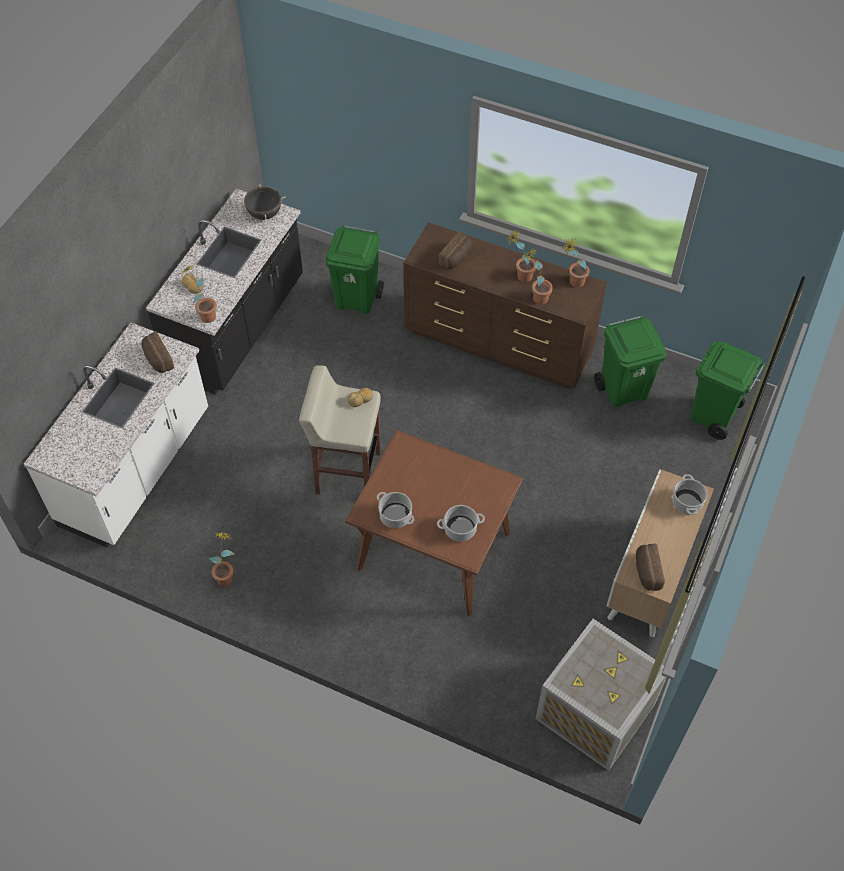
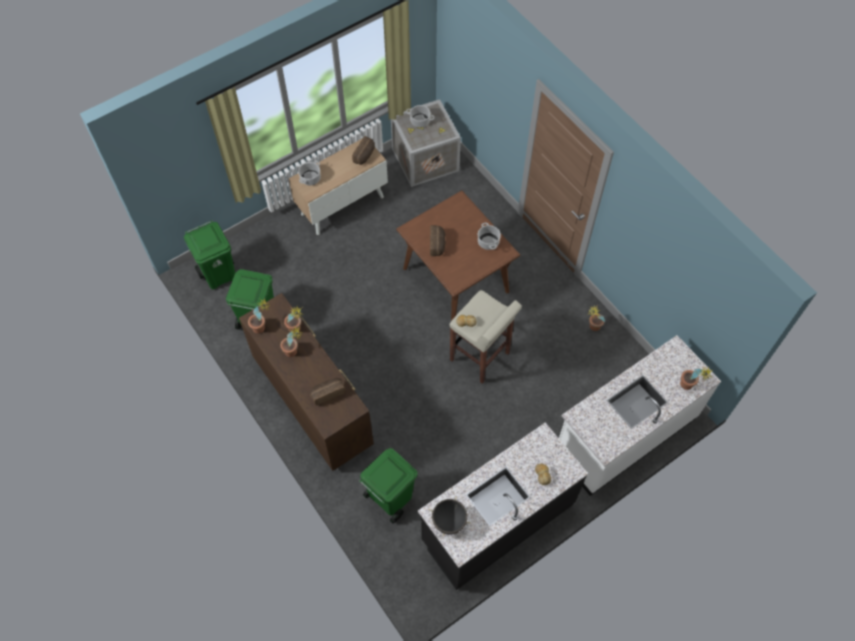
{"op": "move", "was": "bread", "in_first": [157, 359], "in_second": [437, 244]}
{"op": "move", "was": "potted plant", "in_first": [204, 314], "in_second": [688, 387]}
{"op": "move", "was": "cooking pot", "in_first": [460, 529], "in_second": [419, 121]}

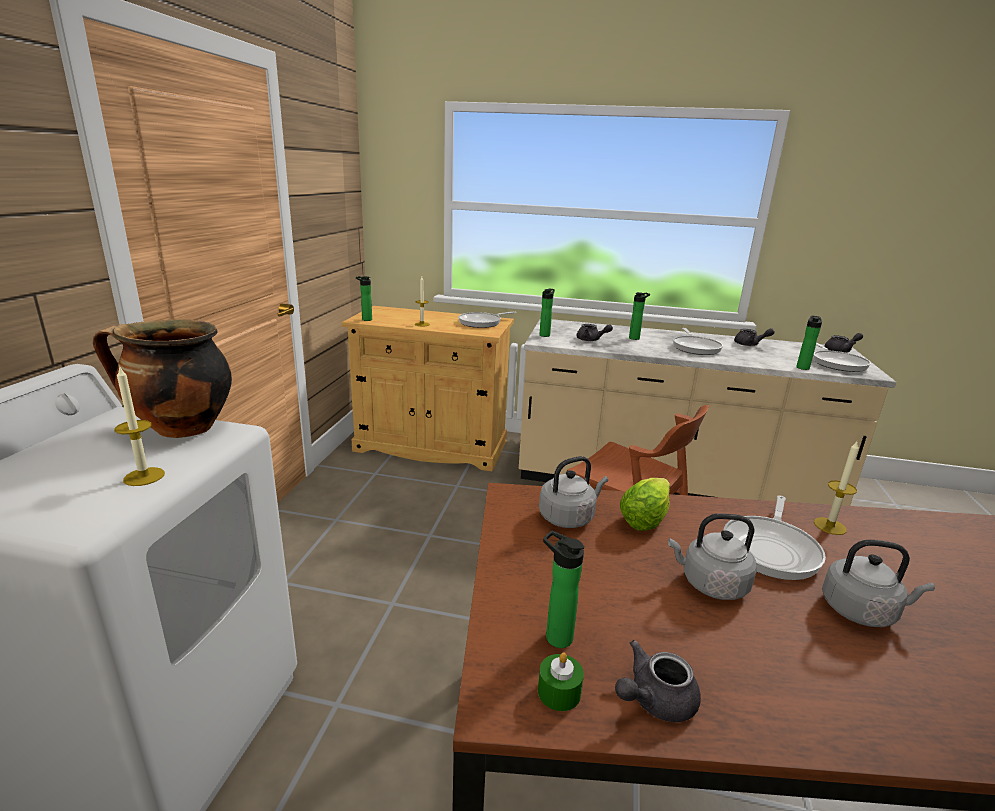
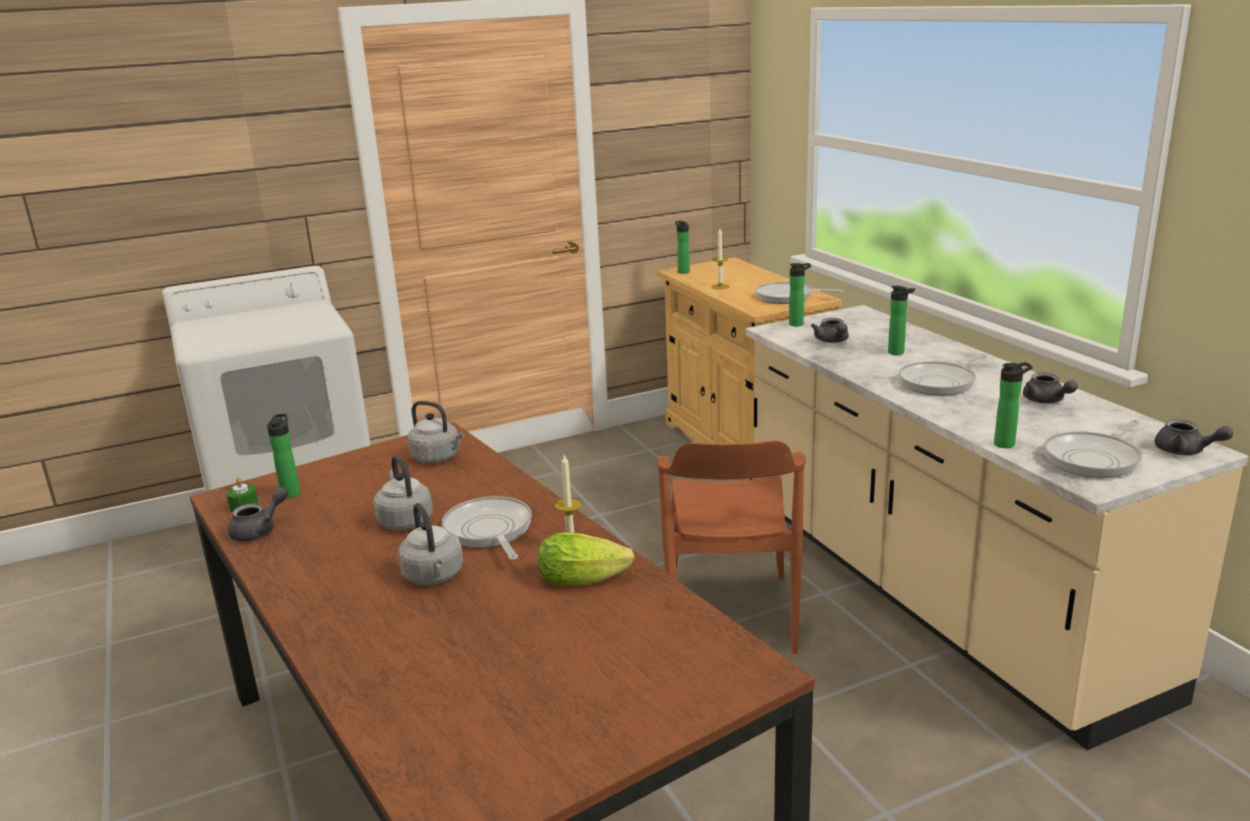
{"op": "delete", "was": "cooking pot", "in_first": [181, 429]}
{"op": "delete", "was": "candle", "in_first": [144, 476]}
{"op": "move", "was": "lettuce", "in_first": [647, 516], "in_second": [587, 579]}
{"op": "rotate", "was": "grey teapot", "in_first": [654, 700], "in_second": [260, 530], "clockwise": 105}
{"op": "rotate", "was": "frying pan", "in_first": [771, 549], "in_second": [489, 531], "clockwise": 75}

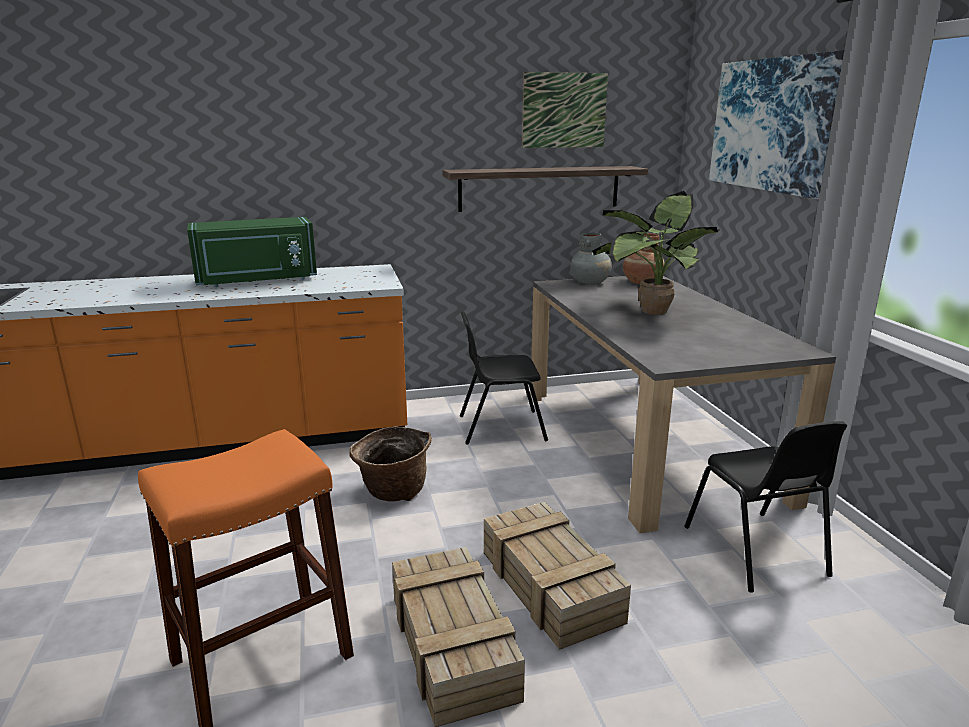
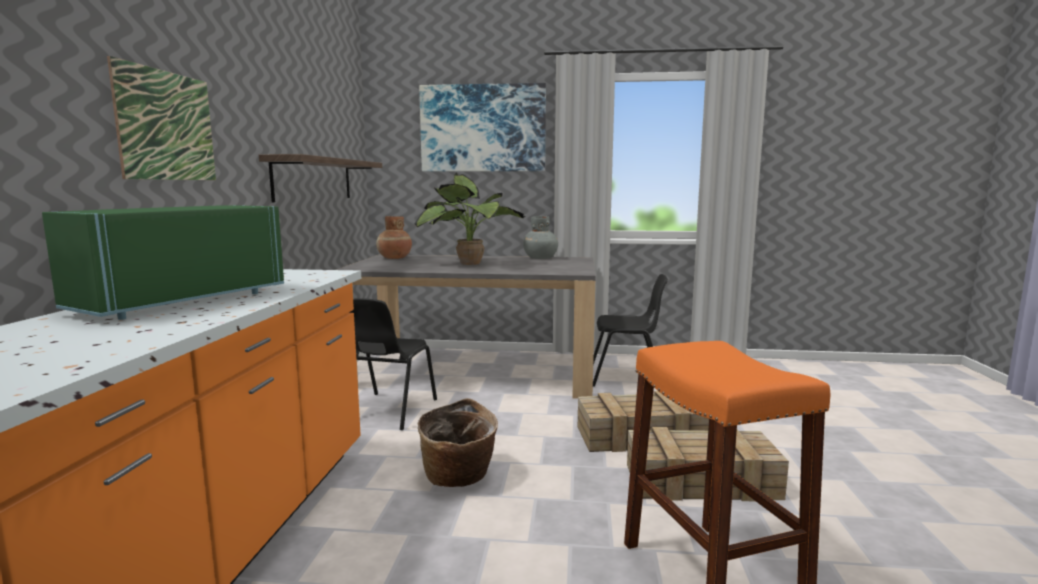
{"op": "move", "was": "picture", "in_first": [564, 110], "in_second": [167, 126]}
{"op": "move", "was": "grey vase", "in_first": [590, 282], "in_second": [540, 258]}
{"op": "rotate", "was": "green microwave", "in_first": [257, 281], "in_second": [177, 301], "clockwise": -150}

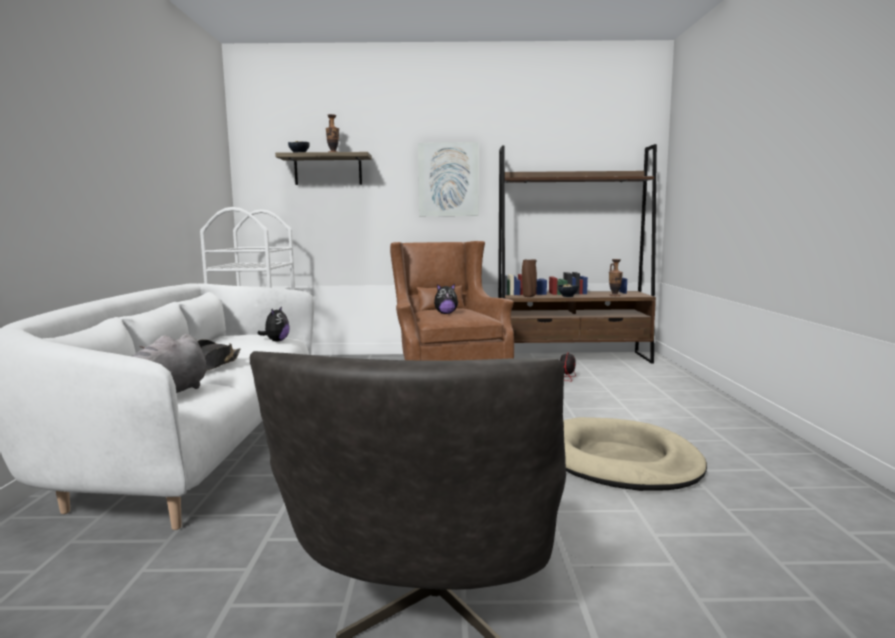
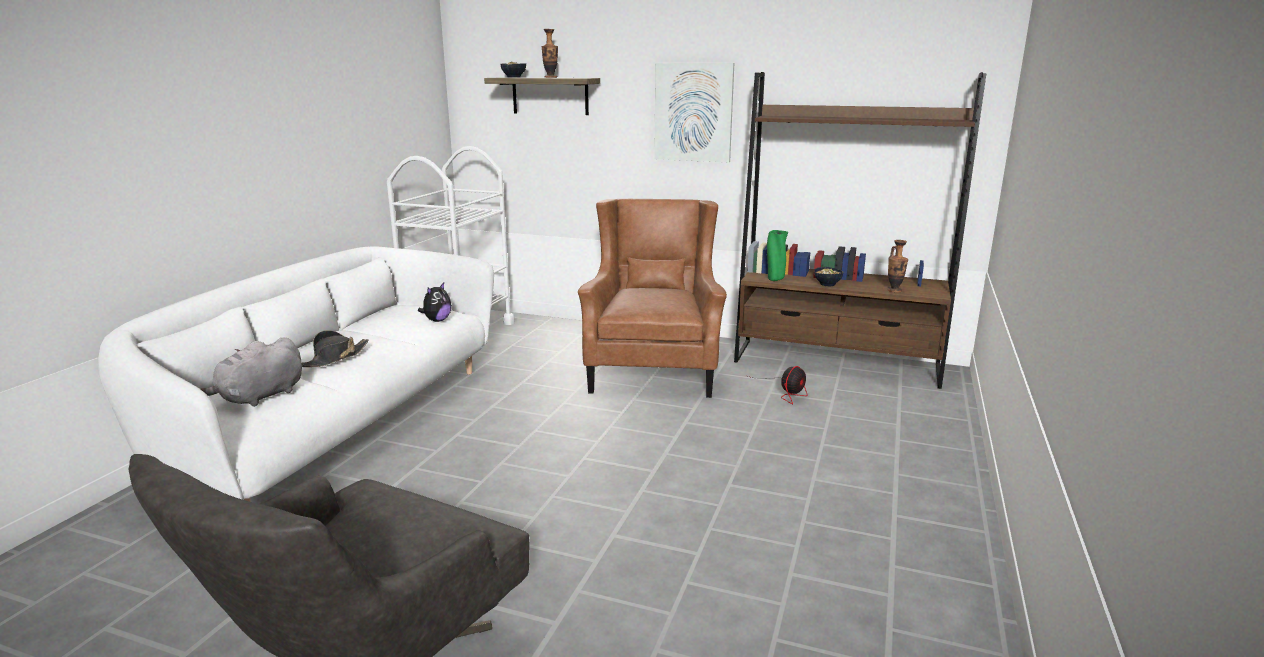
{"op": "delete", "was": "plush toy", "in_first": [445, 313]}
{"op": "delete", "was": "beige dog bed", "in_first": [620, 460]}
{"op": "recolor", "was": "brown vase", "now": "green vase", "in_first": [529, 296], "in_second": [775, 279]}

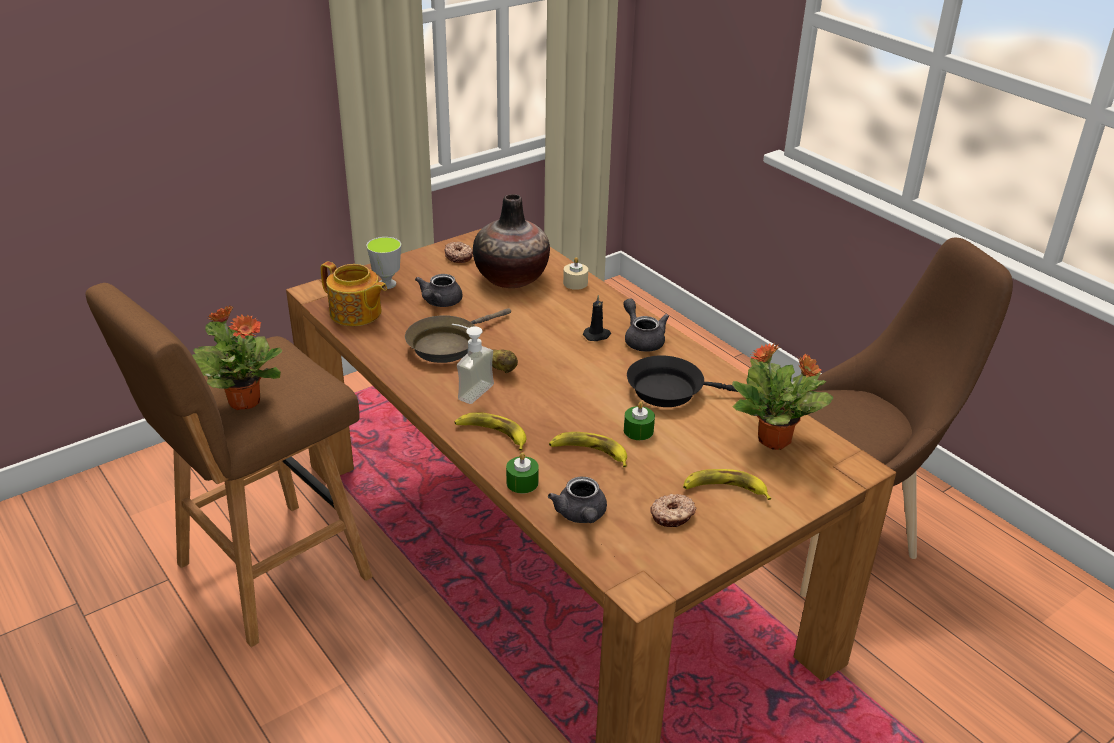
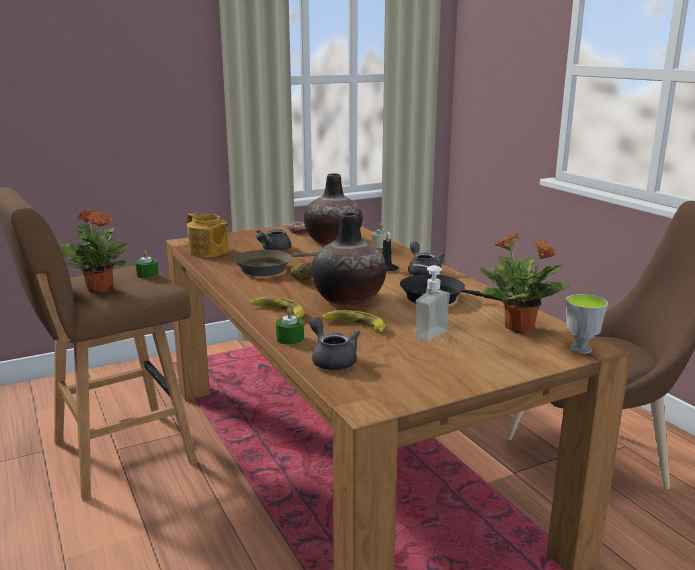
{"op": "delete", "was": "donut", "in_first": [672, 516]}
{"op": "delete", "was": "banana", "in_first": [724, 489]}
{"op": "insert", "now": "vase", "in_second": [349, 298]}
{"op": "move", "was": "cup", "in_first": [387, 284], "in_second": [581, 349]}
{"op": "move", "was": "soap dispenser", "in_first": [468, 389], "in_second": [424, 332]}
{"op": "move", "was": "green candle", "in_first": [638, 431], "in_second": [147, 274]}
{"op": "rotate", "was": "grey teapot", "in_first": [581, 516], "in_second": [332, 360], "clockwise": 150}

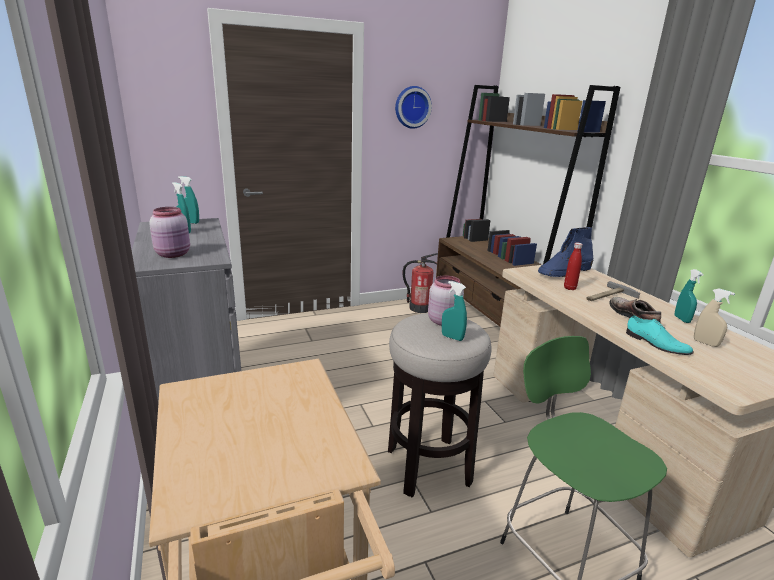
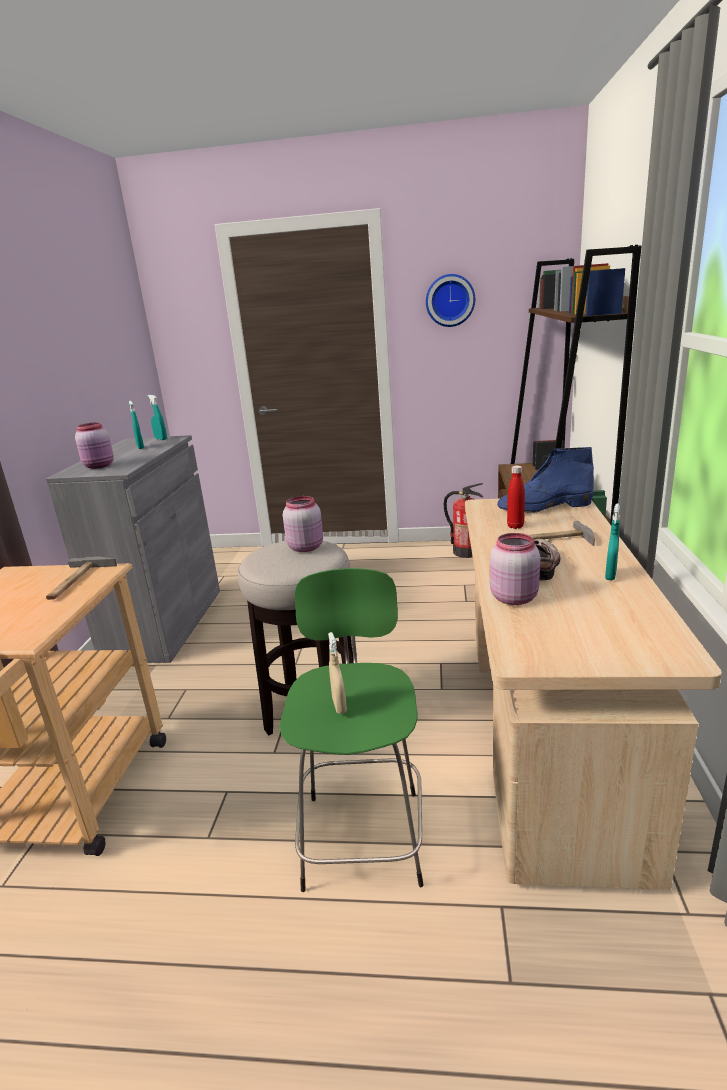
{"op": "delete", "was": "turquoise spray bottle", "in_first": [452, 337]}
{"op": "insert", "now": "hammer", "in_second": [76, 581]}
{"op": "move", "was": "beige spray bottle", "in_first": [705, 343], "in_second": [339, 706]}
{"op": "replace", "was": "turquoise shoe", "now": "pink jar", "in_first": [656, 343], "in_second": [514, 597]}

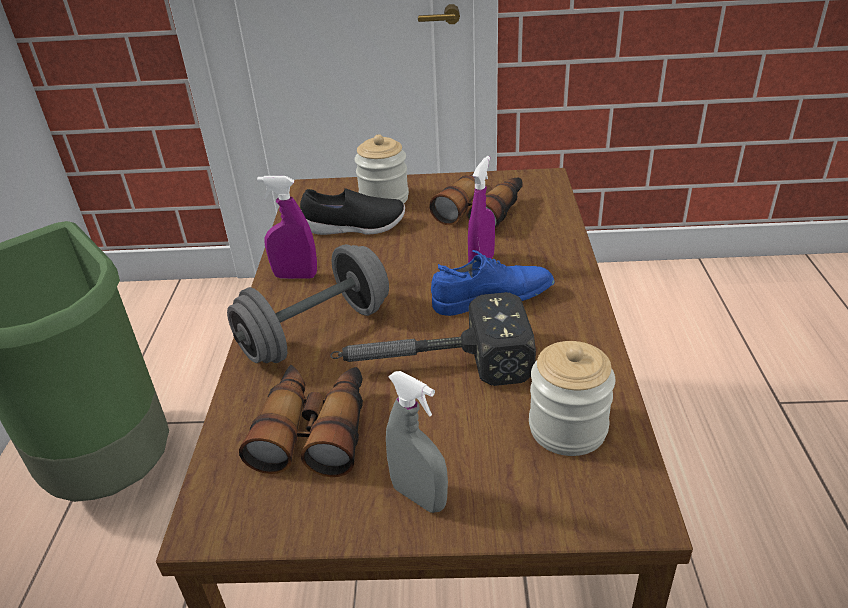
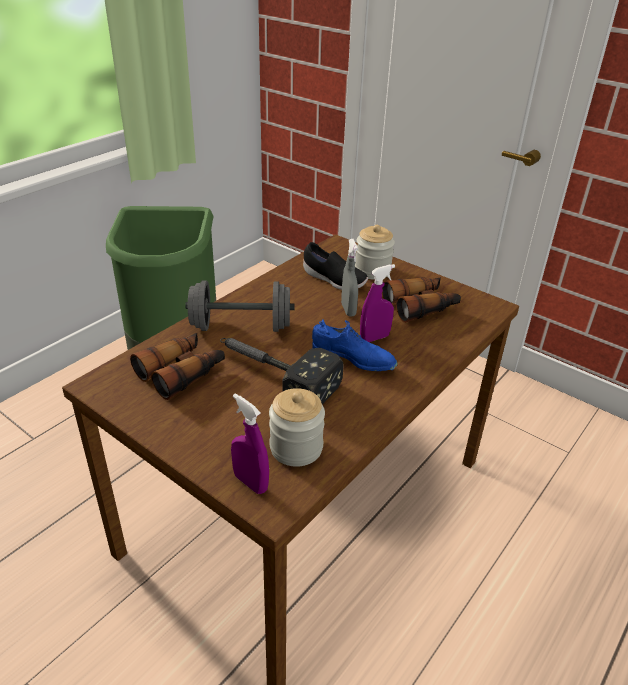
{"op": "move", "was": "purple spray bottle", "in_first": [295, 276], "in_second": [250, 482]}
{"op": "move", "was": "grey spray bottle", "in_first": [419, 496], "in_second": [348, 310]}

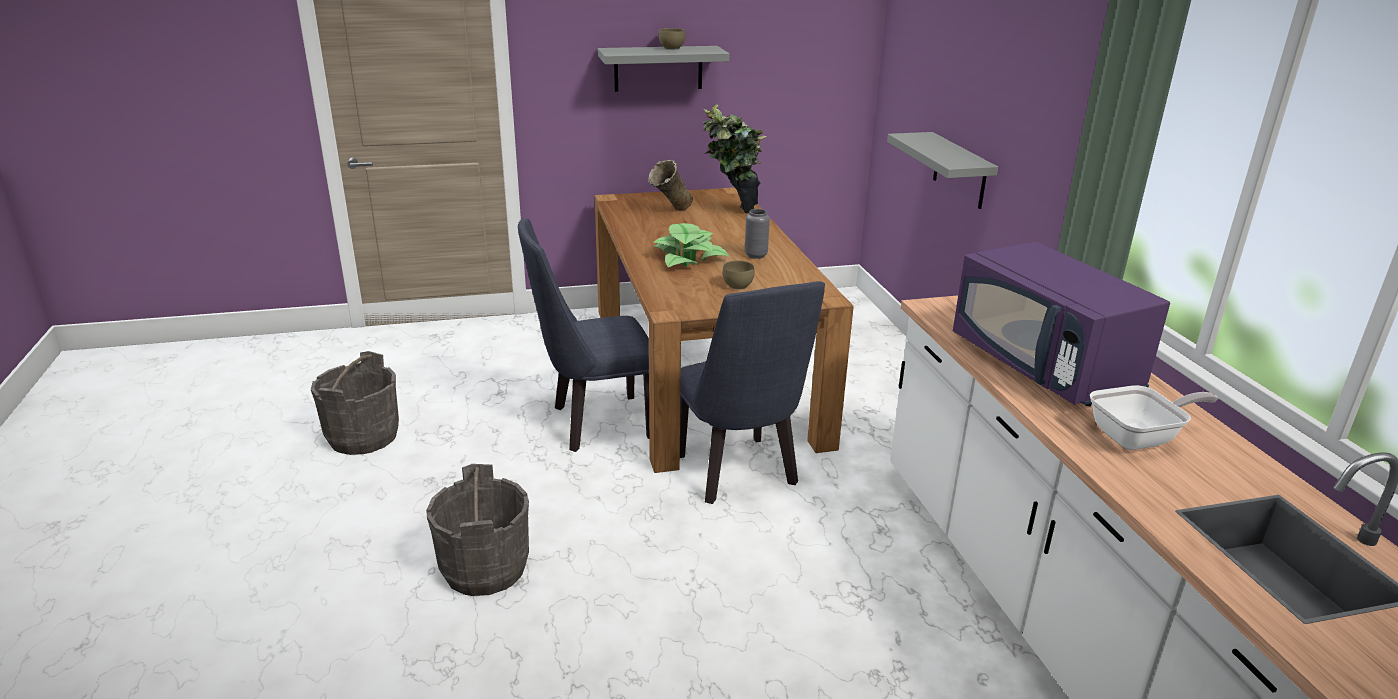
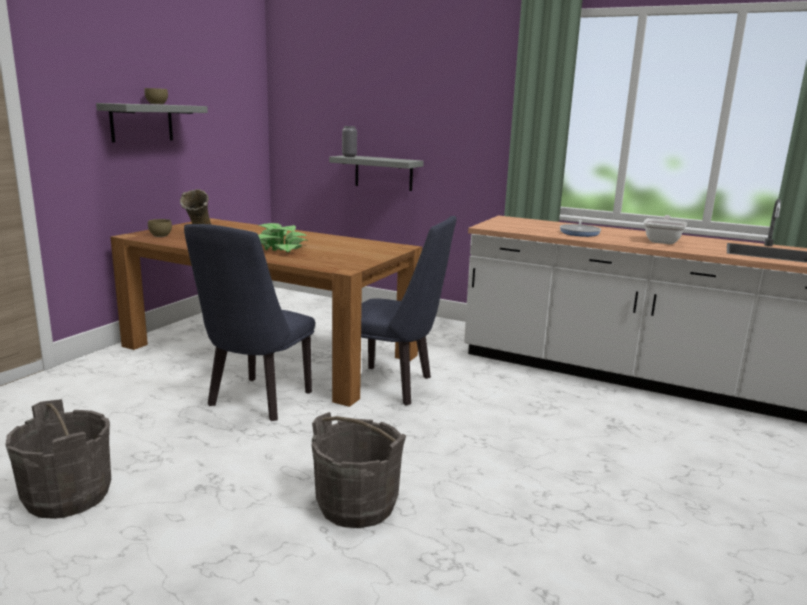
{"op": "delete", "was": "potted plant", "in_first": [732, 213]}
{"op": "move", "was": "brown bowl", "in_first": [739, 286], "in_second": [161, 235]}
{"op": "move", "was": "grey vase", "in_first": [756, 255], "in_second": [349, 156]}
{"op": "replace", "was": "purple microwave", "now": "frying pan", "in_first": [1045, 366], "in_second": [580, 232]}

